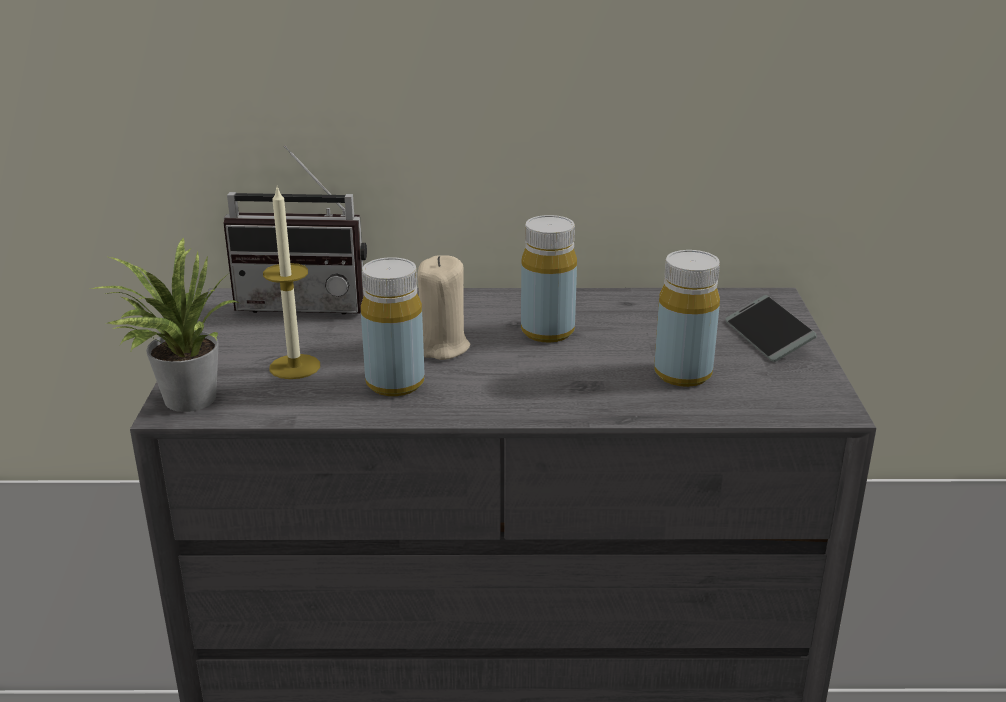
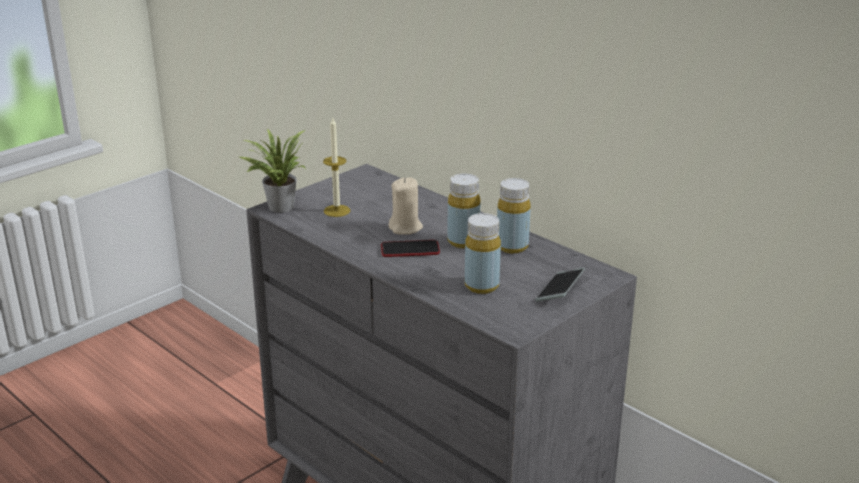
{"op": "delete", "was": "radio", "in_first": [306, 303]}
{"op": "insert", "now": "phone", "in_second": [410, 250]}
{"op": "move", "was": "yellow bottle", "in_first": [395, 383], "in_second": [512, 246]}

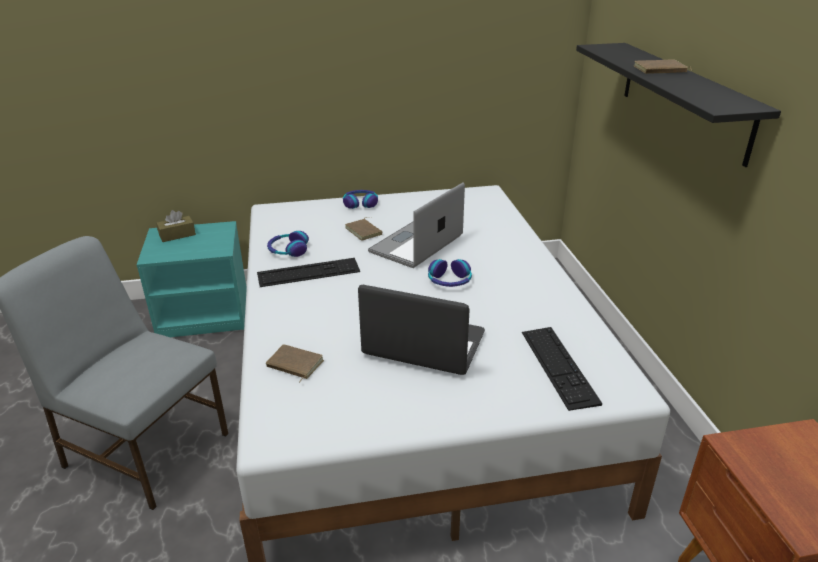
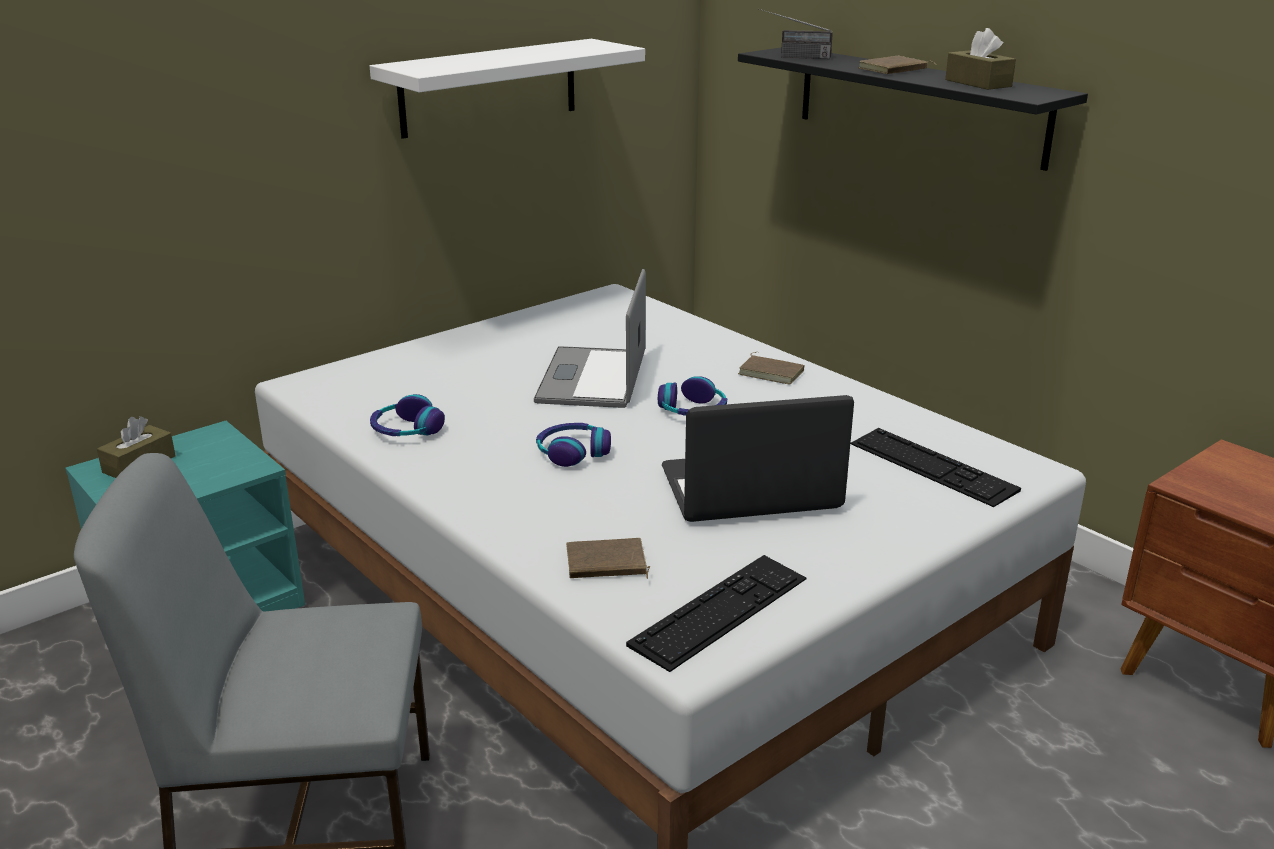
{"op": "insert", "now": "white shelf", "in_second": [489, 87]}
{"op": "insert", "now": "radio", "in_second": [792, 57]}
{"op": "insert", "now": "brown tissue box", "in_second": [978, 83]}
{"op": "move", "was": "keyboard", "in_first": [308, 273], "in_second": [720, 611]}
{"op": "move", "was": "headphones", "in_first": [360, 203], "in_second": [573, 452]}
{"op": "move", "was": "brown book", "in_first": [364, 231], "in_second": [772, 372]}

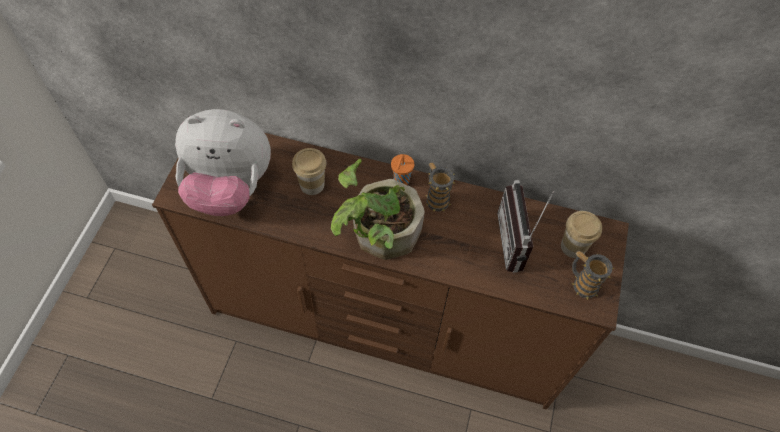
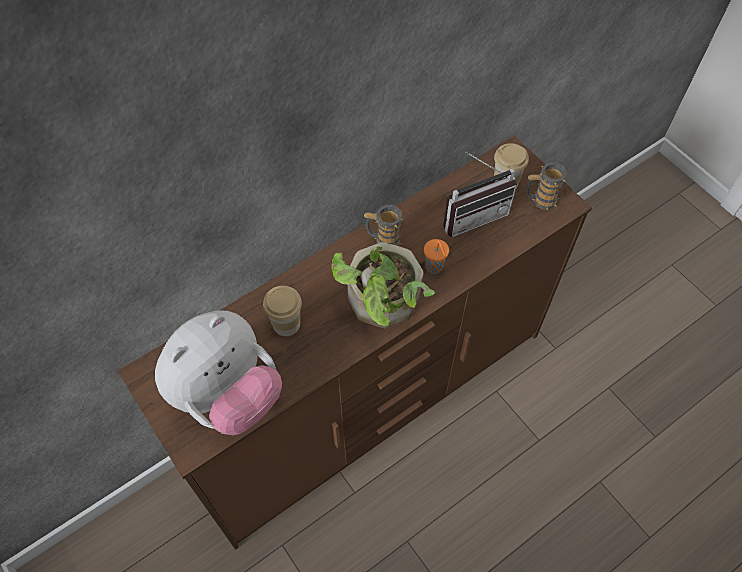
{"op": "move", "was": "orange cup", "in_first": [401, 181], "in_second": [434, 268]}
{"op": "rotate", "was": "radio", "in_first": [518, 242], "in_second": [472, 214], "clockwise": -60}

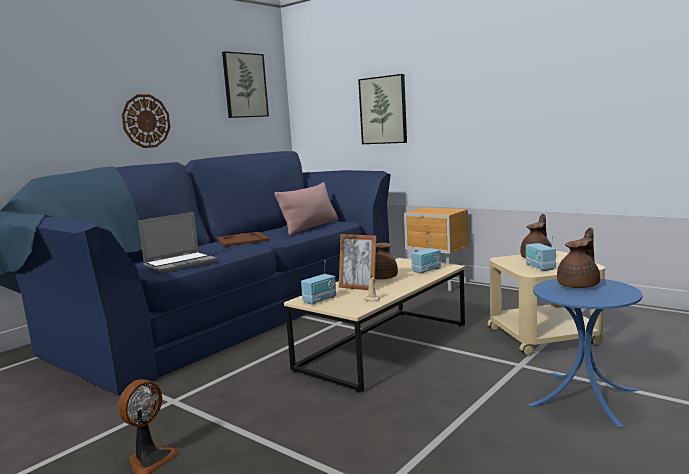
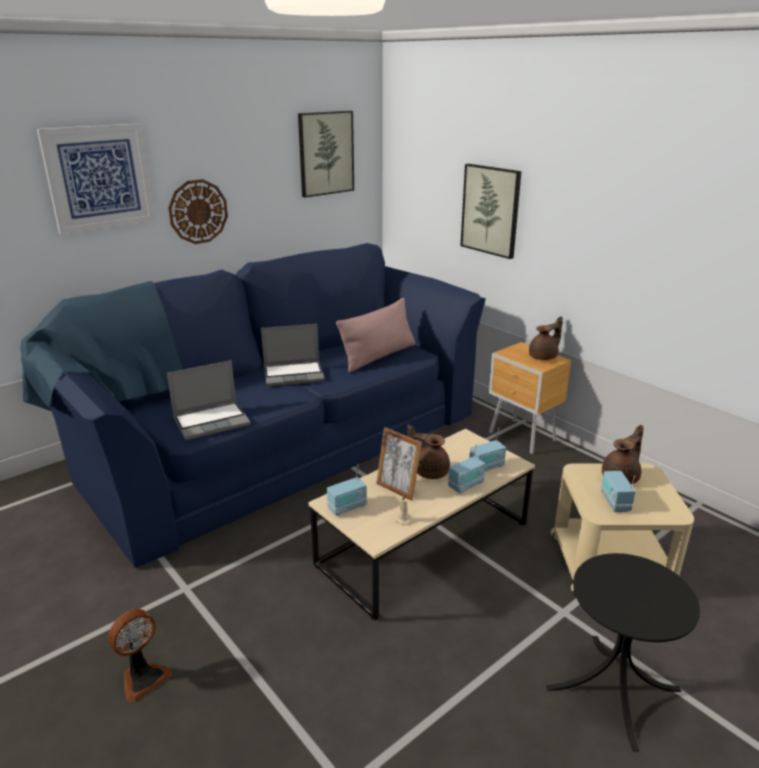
{"op": "insert", "now": "picture", "in_second": [99, 177]}
{"op": "insert", "now": "radio", "in_second": [466, 485]}
{"op": "move", "was": "brown teapot", "in_first": [579, 285], "in_second": [544, 357]}
{"op": "replace", "was": "brown tray", "now": "laptop", "in_first": [243, 239], "in_second": [294, 375]}
{"op": "recolor", "was": "blue side table", "now": "black side table", "in_first": [584, 397], "in_second": [613, 689]}

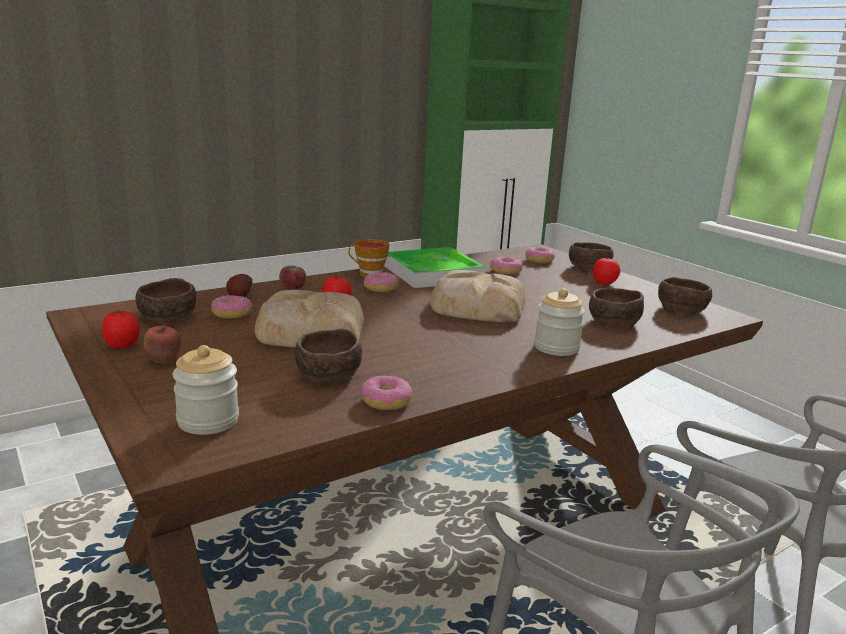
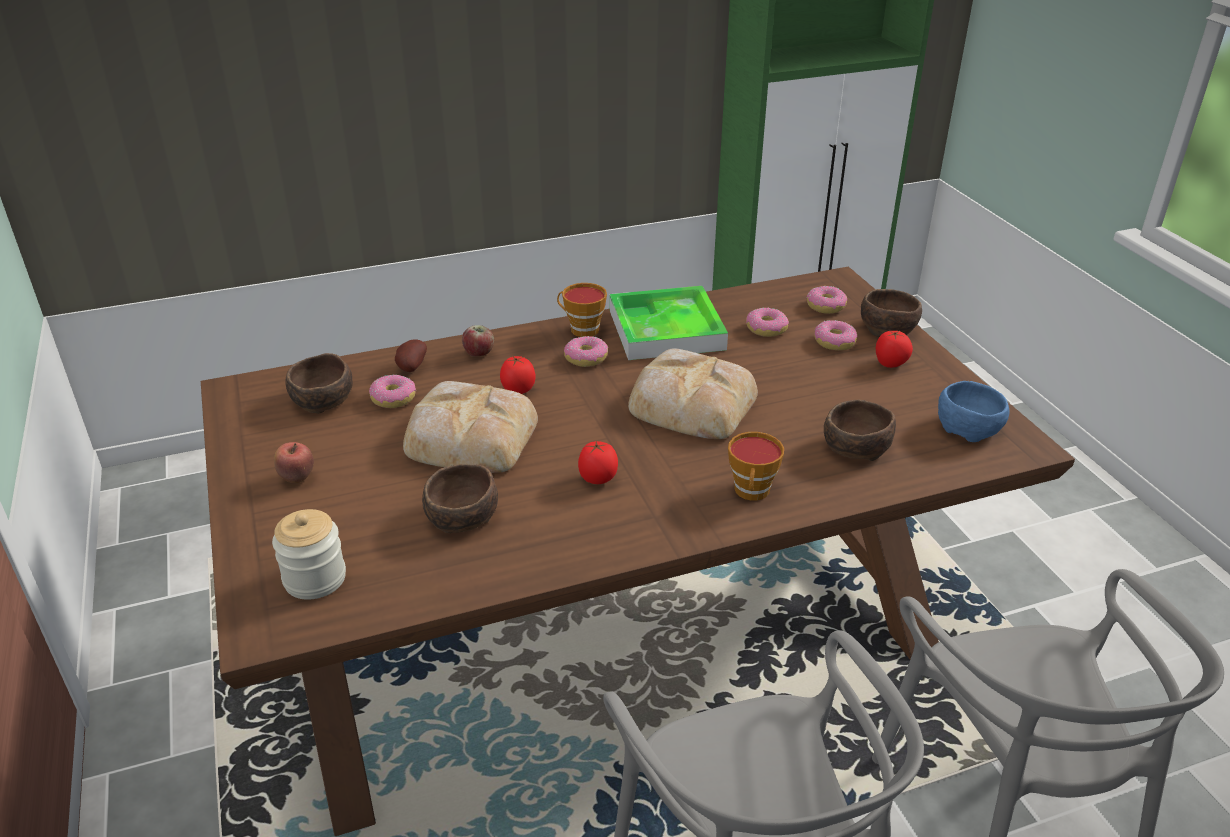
{"op": "move", "was": "tomato", "in_first": [123, 346], "in_second": [598, 479]}
{"op": "move", "was": "donut", "in_first": [385, 401], "in_second": [834, 342]}
{"op": "replace", "was": "jar", "now": "cup", "in_first": [556, 347], "in_second": [752, 492]}
{"op": "recolor", "was": "brown bowl", "now": "blue bowl", "in_first": [681, 309], "in_second": [968, 426]}

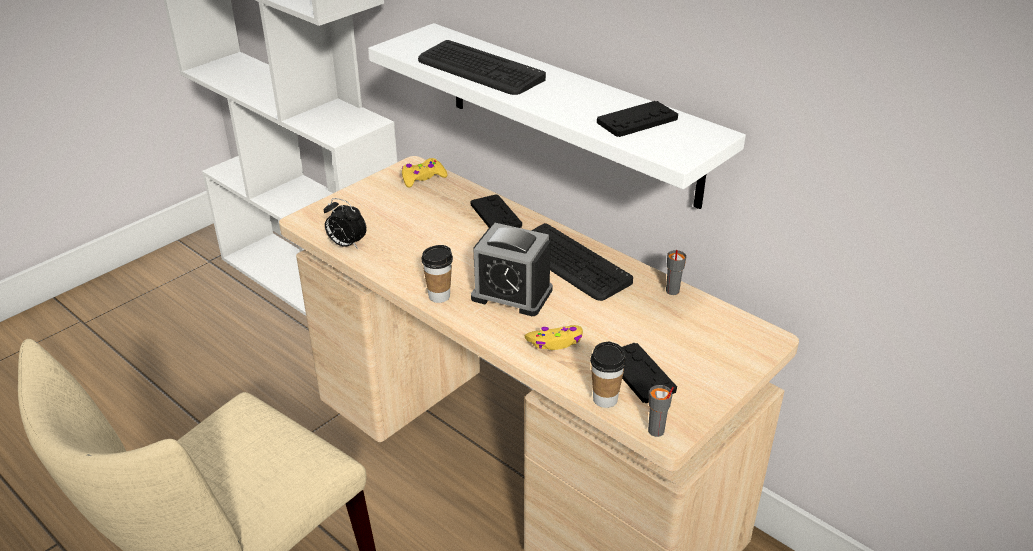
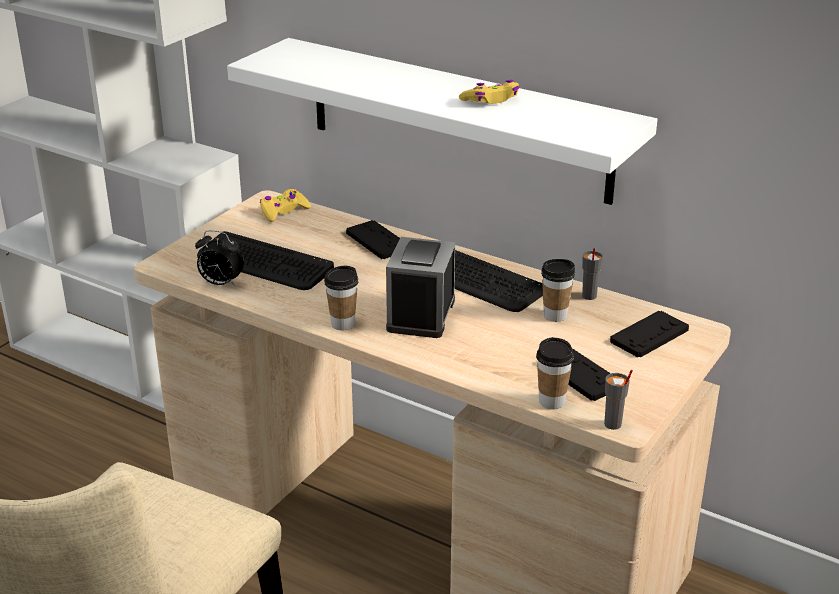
{"op": "insert", "now": "cup", "in_second": [555, 315]}
{"op": "move", "was": "keyboard", "in_first": [479, 70], "in_second": [264, 263]}
{"op": "move", "was": "yellow game controller", "in_first": [555, 342], "in_second": [491, 100]}
{"op": "move", "was": "black game controller", "in_first": [637, 120], "in_second": [649, 335]}
{"op": "rotate", "was": "alarm clock", "in_first": [512, 294], "in_second": [421, 315], "clockwise": 90}

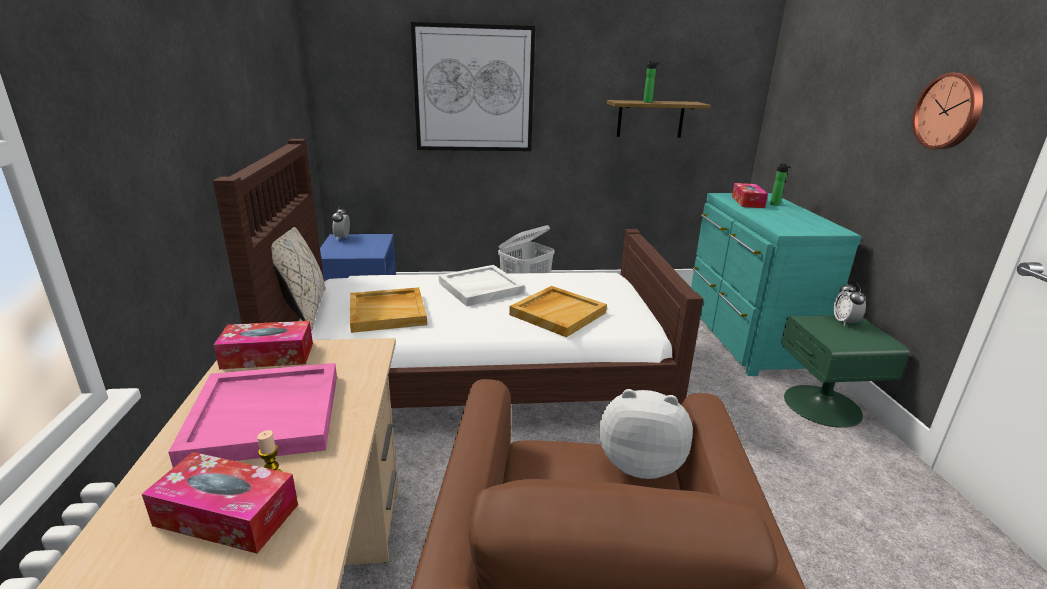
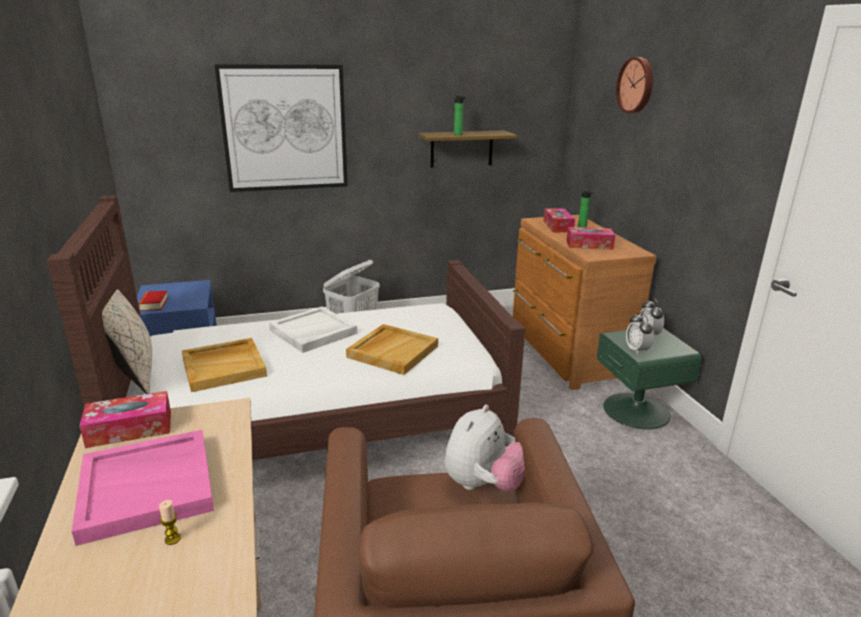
{"op": "insert", "now": "book", "in_second": [153, 304]}
{"op": "move", "was": "tissue box", "in_first": [227, 515], "in_second": [589, 245]}
{"op": "move", "was": "alarm clock", "in_first": [342, 238], "in_second": [637, 350]}
{"op": "move", "was": "wall clock", "in_first": [949, 111], "in_second": [636, 85]}
{"op": "recolor", "was": "turquoise dresser", "now": "brown dresser", "in_first": [744, 338], "in_second": [565, 353]}
{"op": "rotate", "was": "plush toy", "in_first": [640, 463], "in_second": [484, 484], "clockwise": 120}

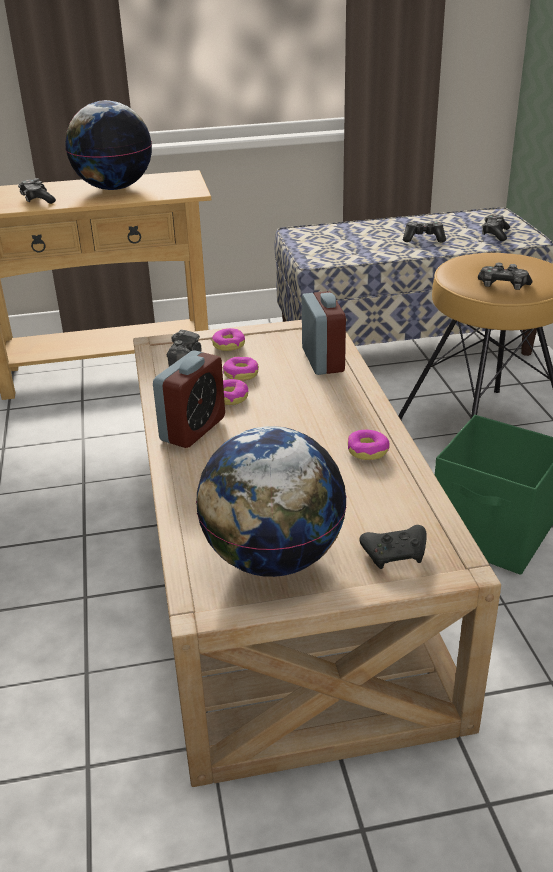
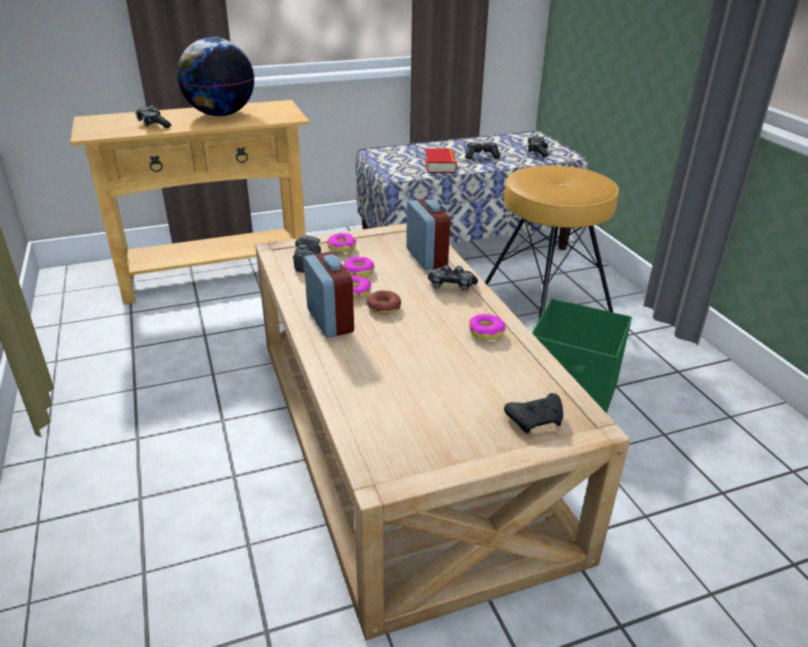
{"op": "delete", "was": "globe", "in_first": [272, 558]}
{"op": "insert", "now": "donut", "in_second": [383, 307]}
{"op": "insert", "now": "book", "in_second": [440, 165]}
{"op": "move", "was": "game controller", "in_first": [503, 286], "in_second": [451, 286]}
{"op": "rotate", "was": "alarm clock", "in_first": [193, 429], "in_second": [330, 321], "clockwise": -45}

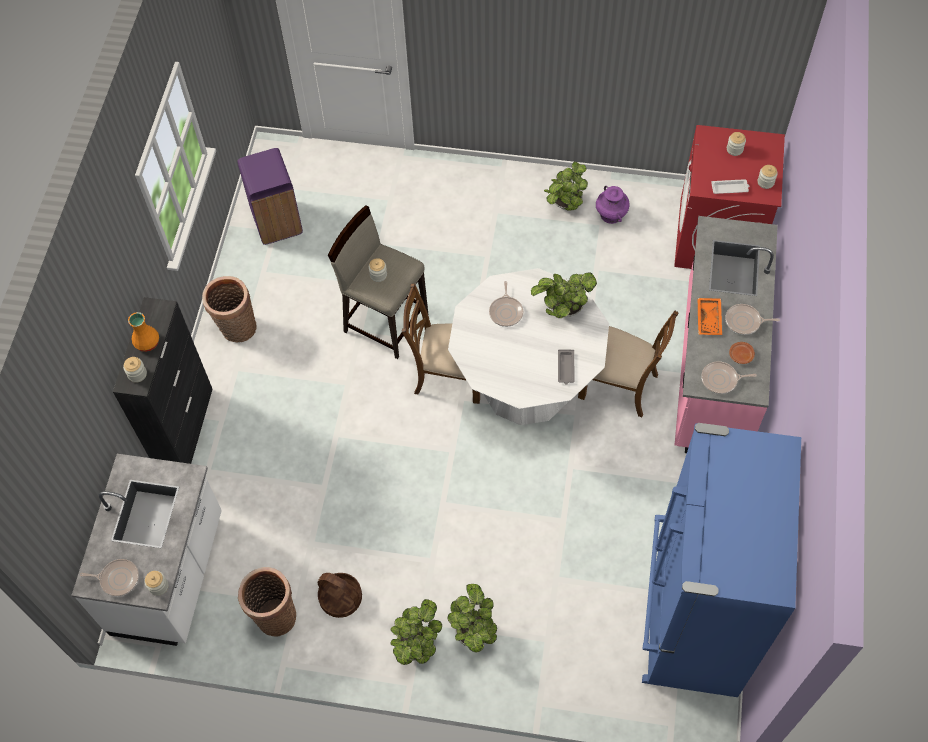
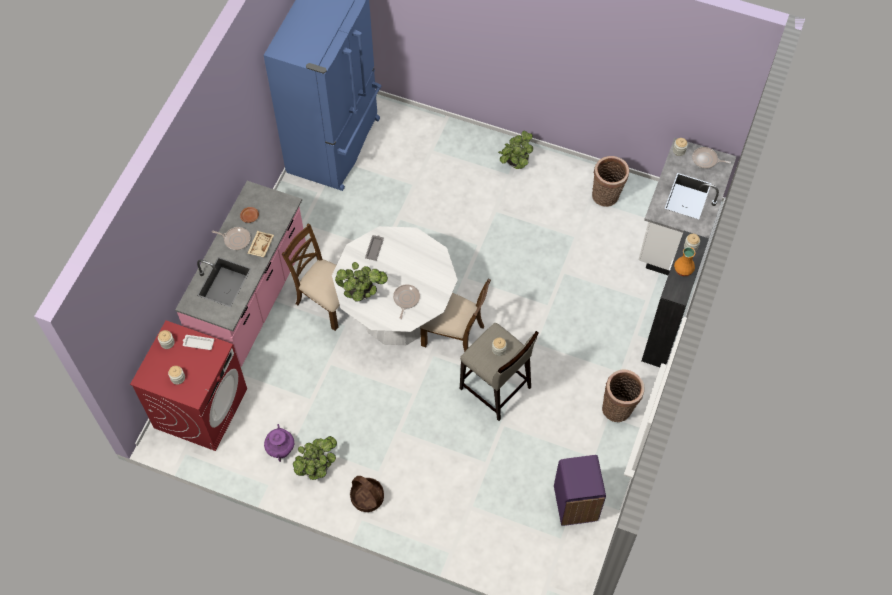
{"op": "delete", "was": "potted plant", "in_first": [473, 630]}
{"op": "delete", "was": "frying pan", "in_first": [721, 379]}
{"op": "move", "was": "basket", "in_first": [341, 598], "in_second": [367, 498]}
{"op": "recolor", "was": "orange tray", "now": "beige tray", "in_first": [709, 319], "in_second": [260, 246]}

